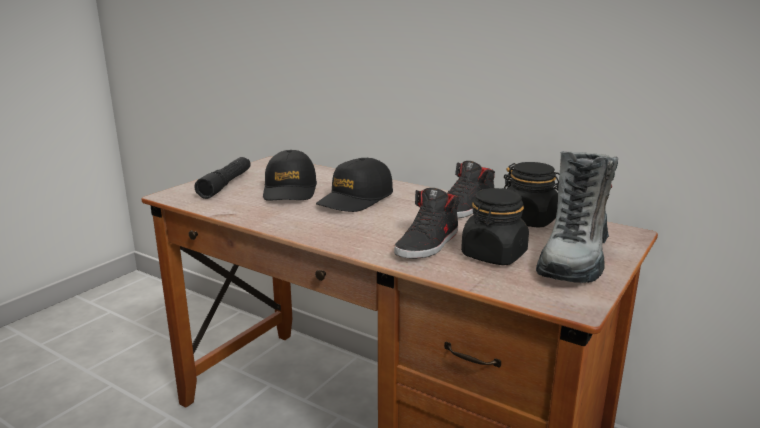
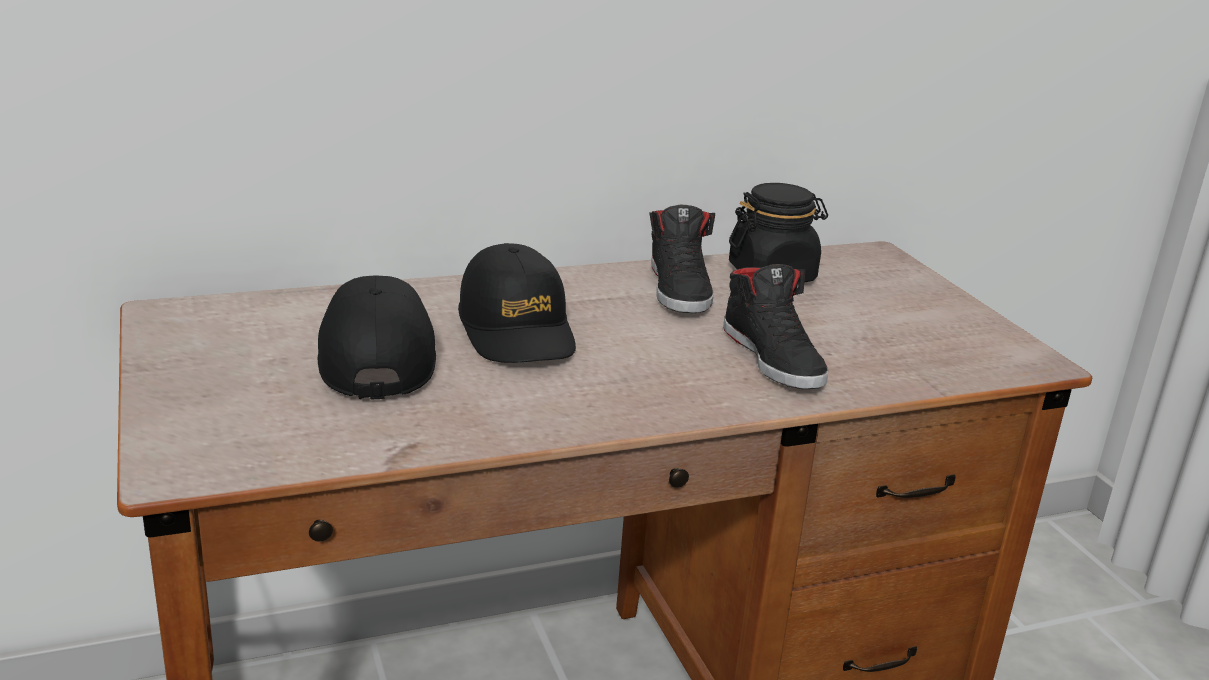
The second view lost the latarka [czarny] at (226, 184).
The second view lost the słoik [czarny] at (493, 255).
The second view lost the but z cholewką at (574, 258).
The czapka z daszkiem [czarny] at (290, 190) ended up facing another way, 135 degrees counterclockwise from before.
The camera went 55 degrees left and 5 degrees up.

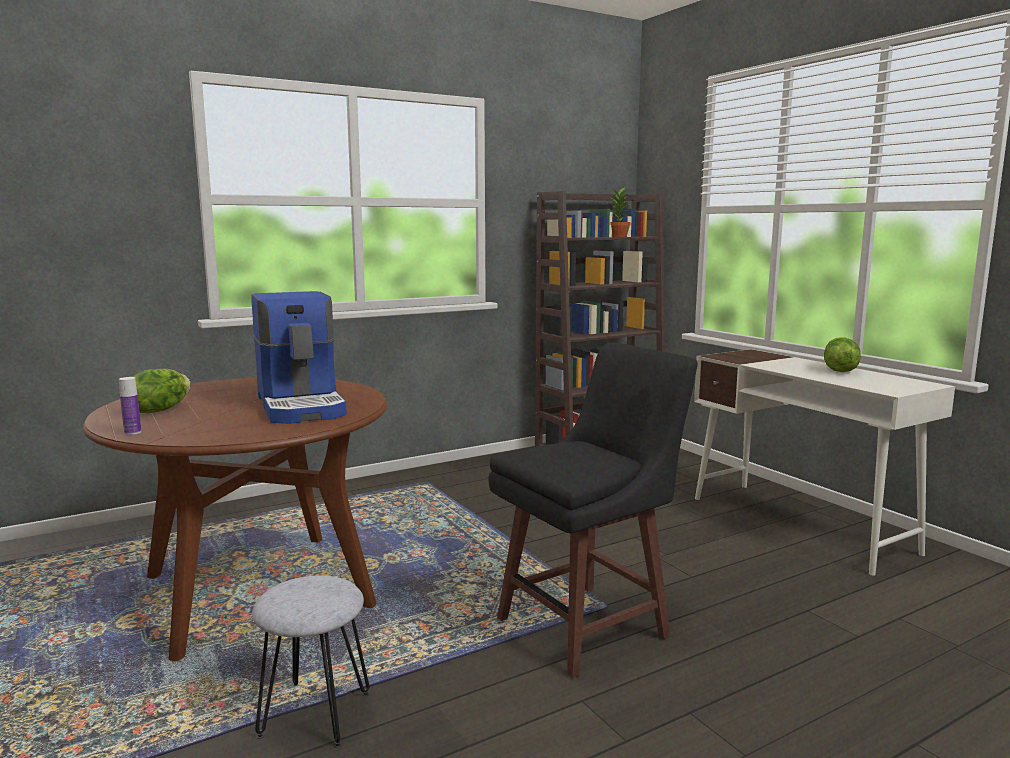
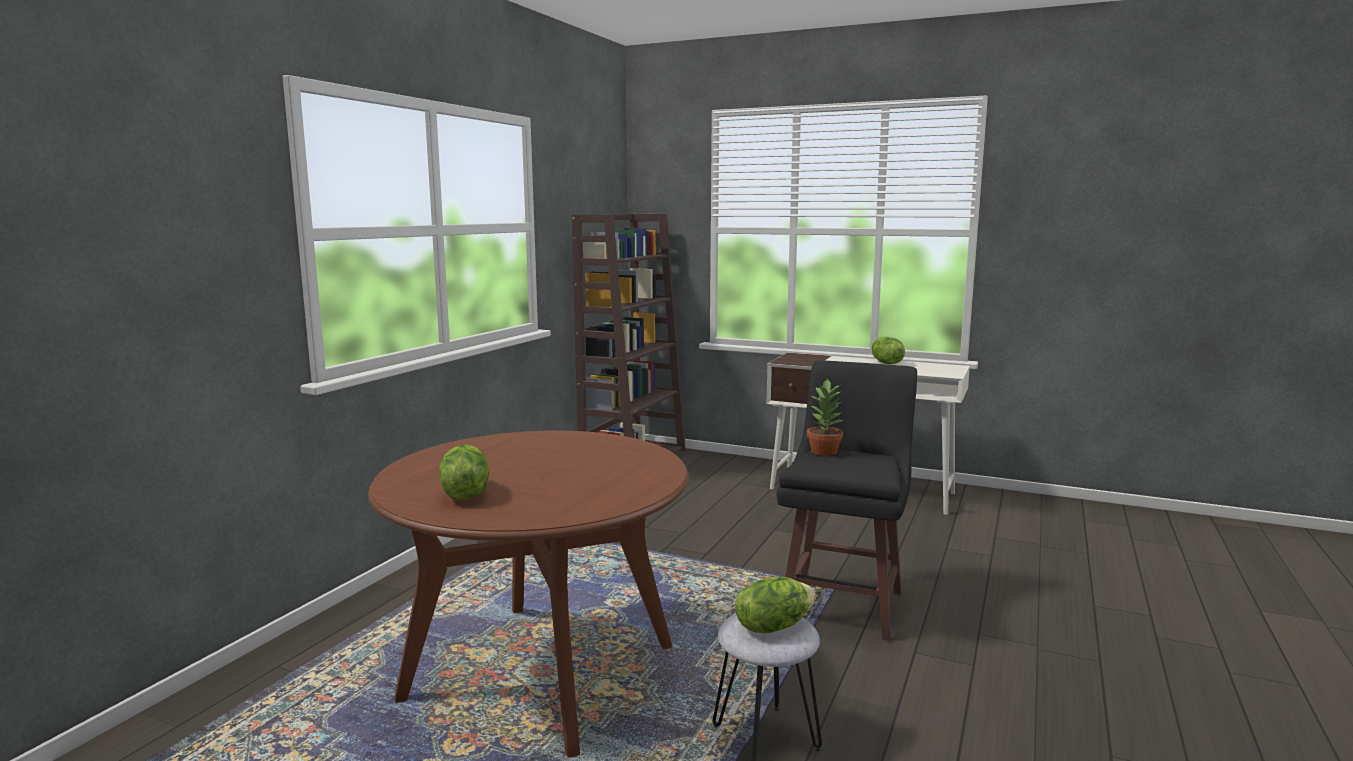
The second view lost the butelka at (132, 432).
The second view lost the ekspres do kawy at (302, 406).
The second view gained the sałata at (773, 626).
The roślina doniczkowa ended up elsewhere, having gone from (618, 236) to (824, 452).
The camera went 35 degrees left and 0 degrees up.

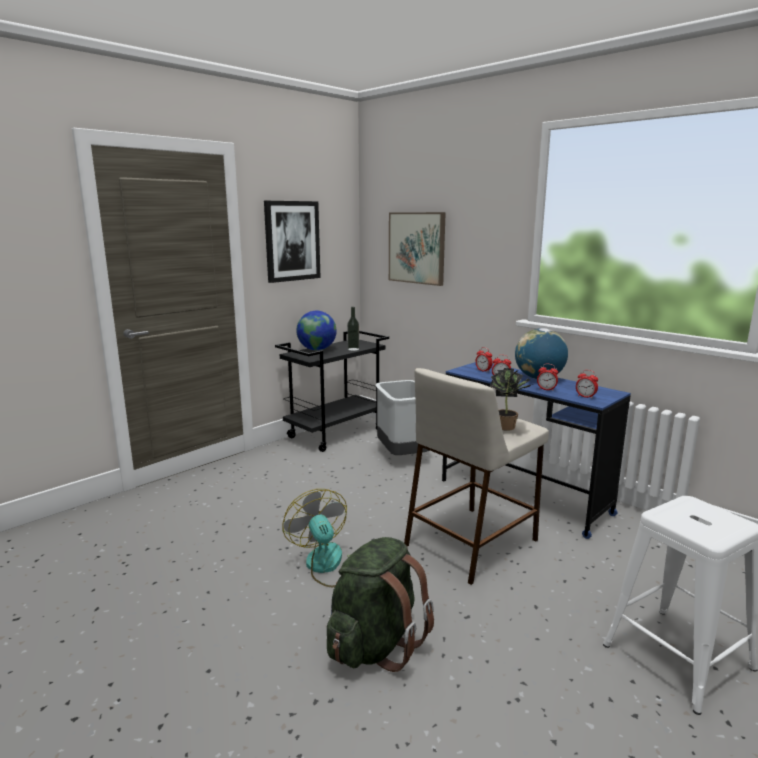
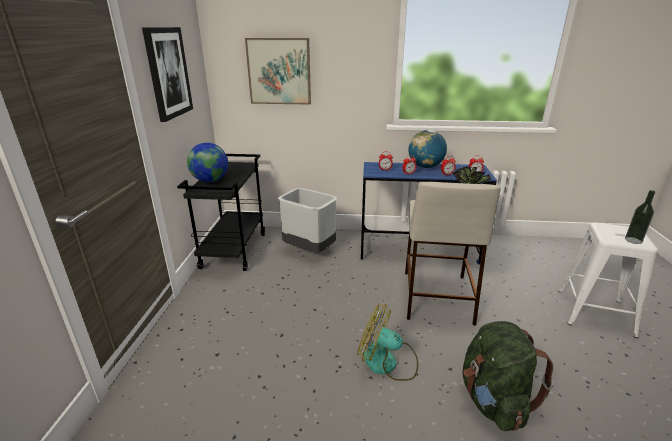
The butelka ended up elsewhere, having gone from (353, 349) to (633, 240).
The camera went 40 degrees left and 10 degrees up.

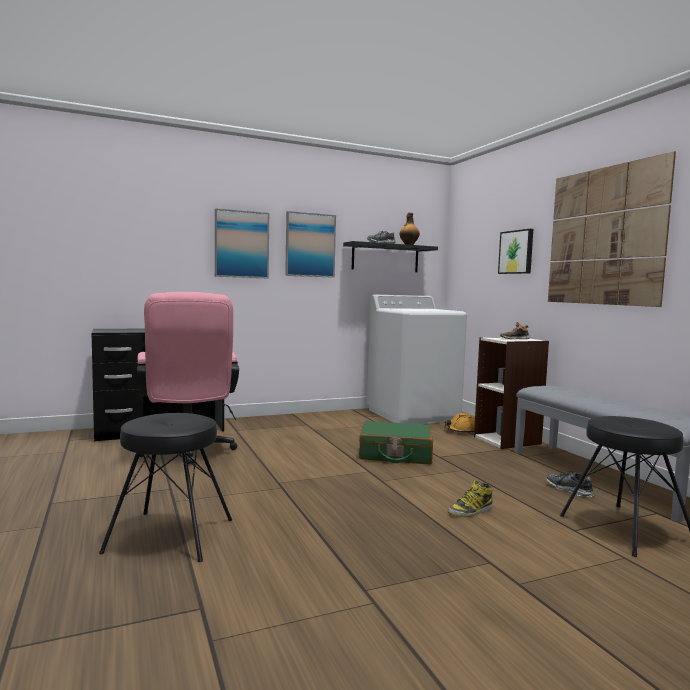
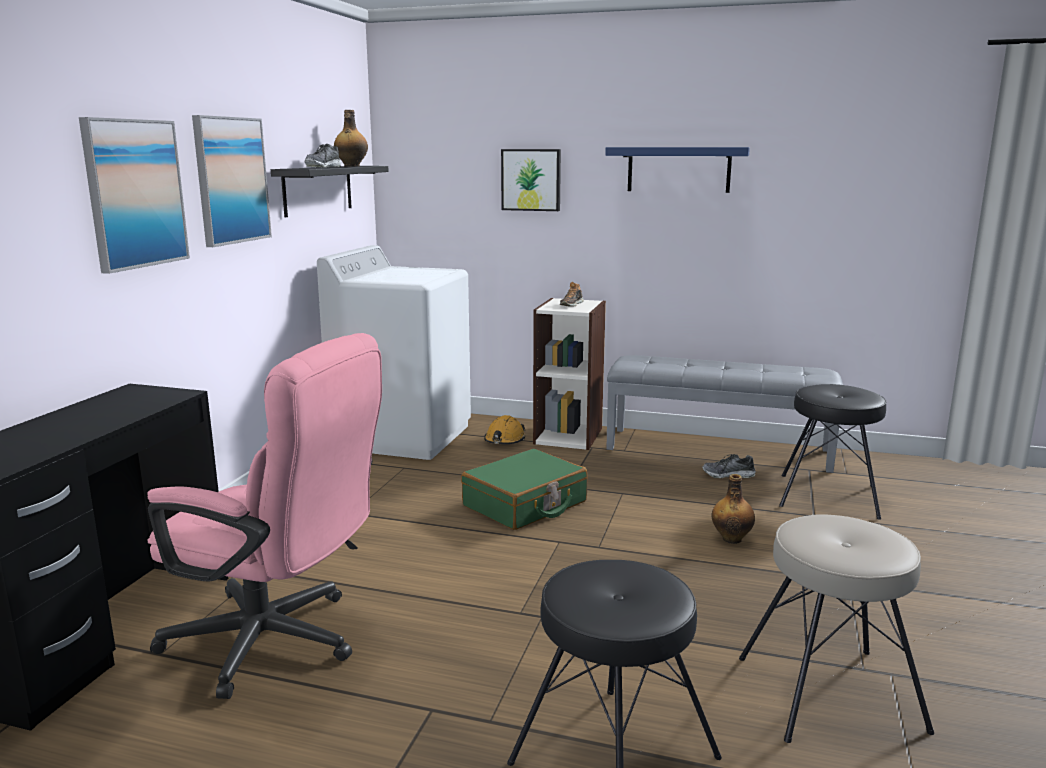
The second view gained the stołek [beżowy] at (828, 692).
Where the but z cholewką stood at (470, 511), the butelka came to stand at (731, 538).
Where the obraz hung at (604, 236), the półka [niebieski] came to hang at (678, 169).
The camera went 50 degrees left and 10 degrees up.

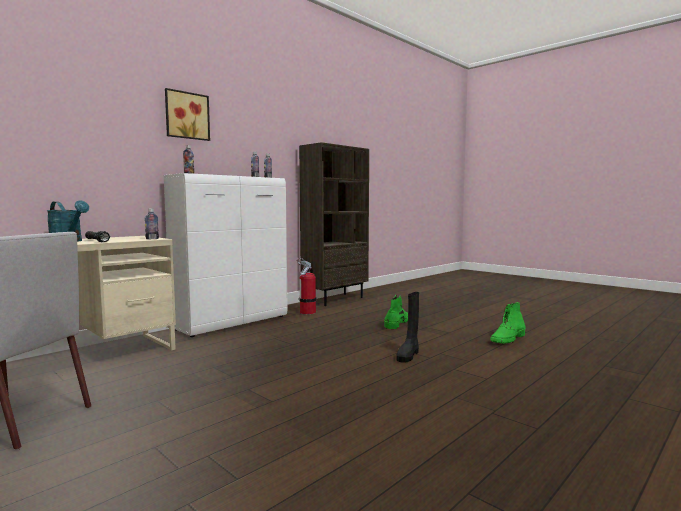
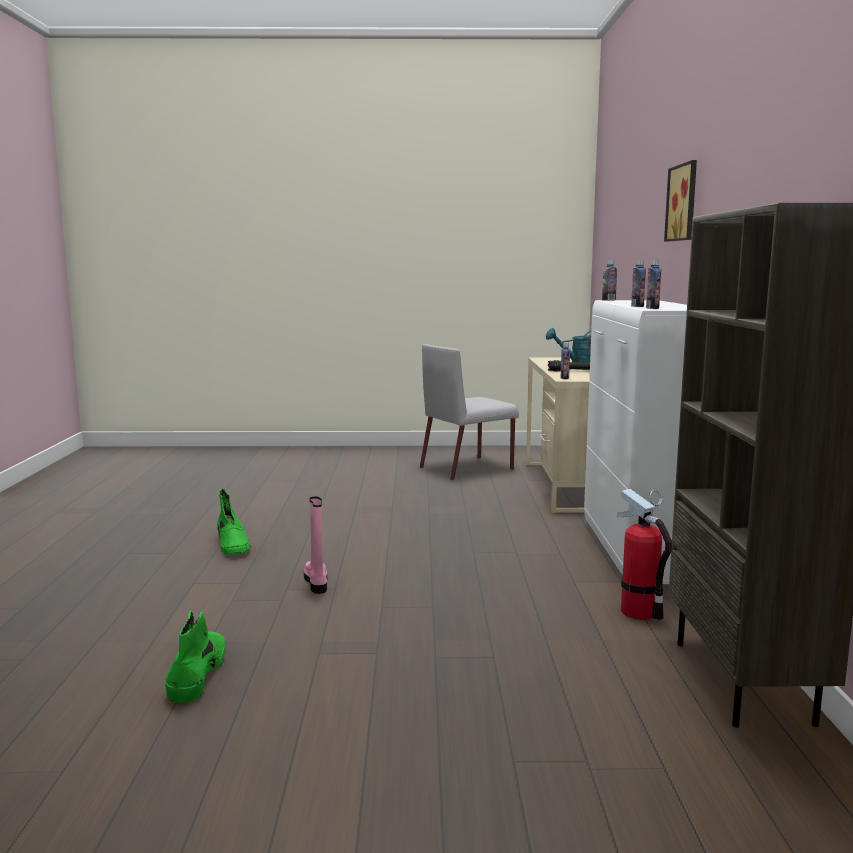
The but z cholewką [zielony] ended up elsewhere, having gone from (397, 323) to (233, 545).
What was the but z cholewką [czarny] at (408, 355) turned into the but z cholewką [różowy] at (317, 582).
The camera went 135 degrees right and 5 degrees up.

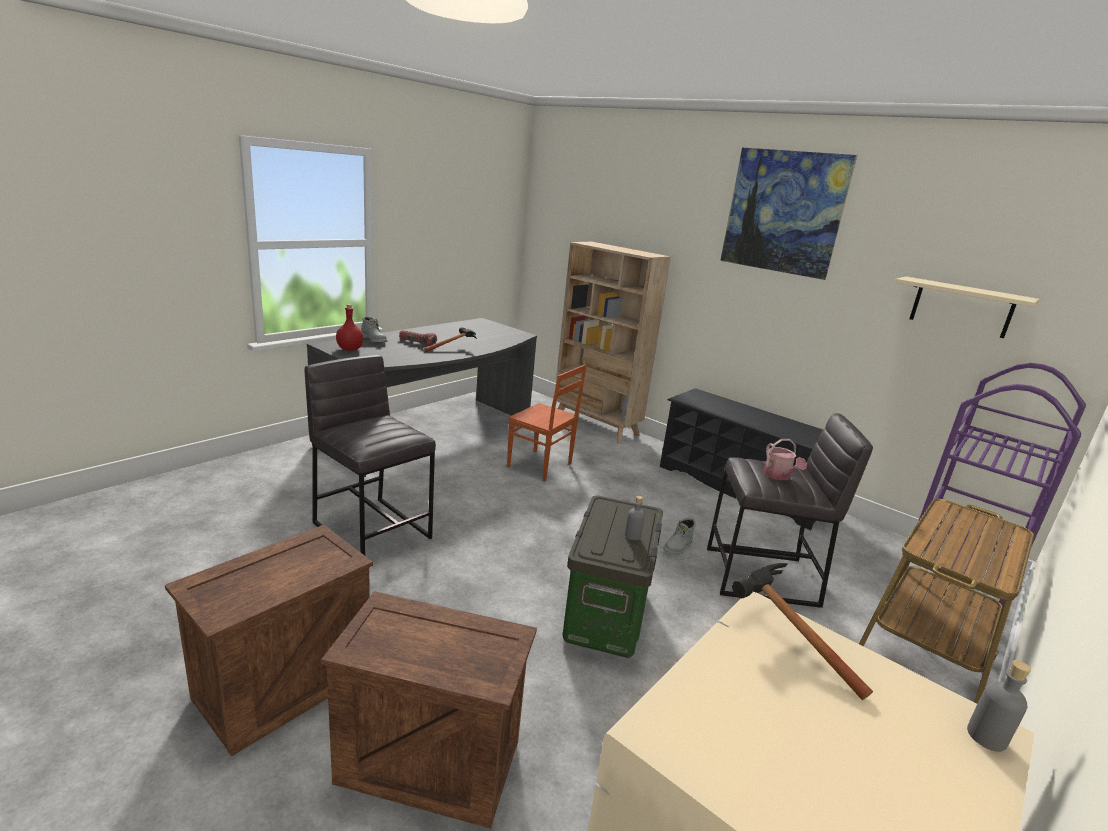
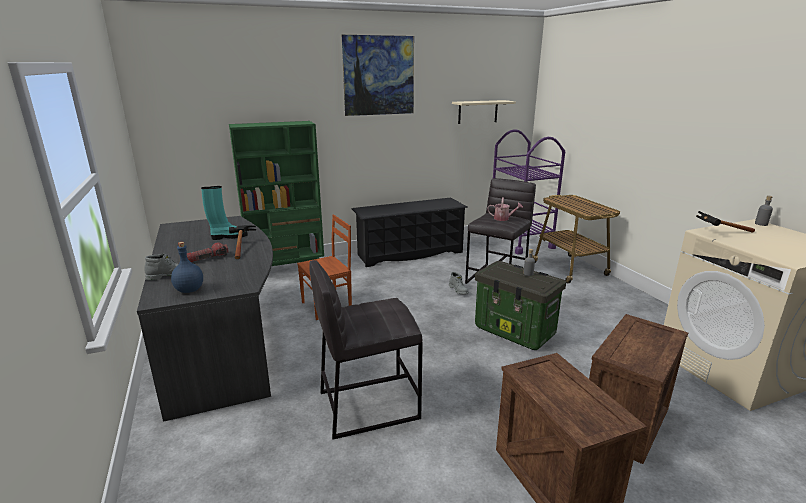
The second view gained the but z cholewką [turkusowy] at (228, 237).
What was the butelka [czerwony] at (350, 349) turned into the butelka [niebieski] at (190, 290).
What was the regał [beżowy] at (596, 426) turned into the regał [zielony] at (287, 269).
The camera went 60 degrees left and 0 degrees up.

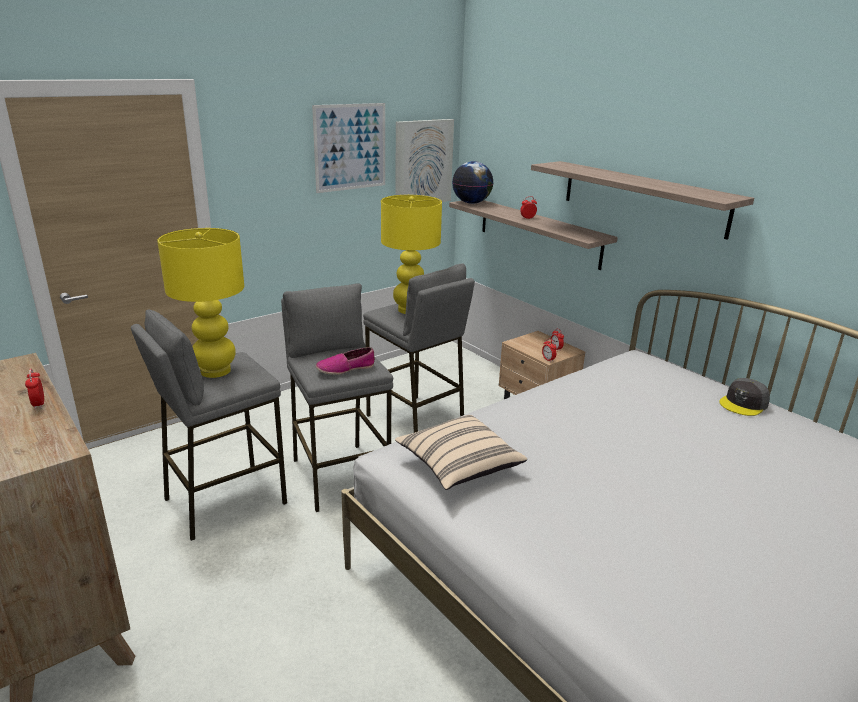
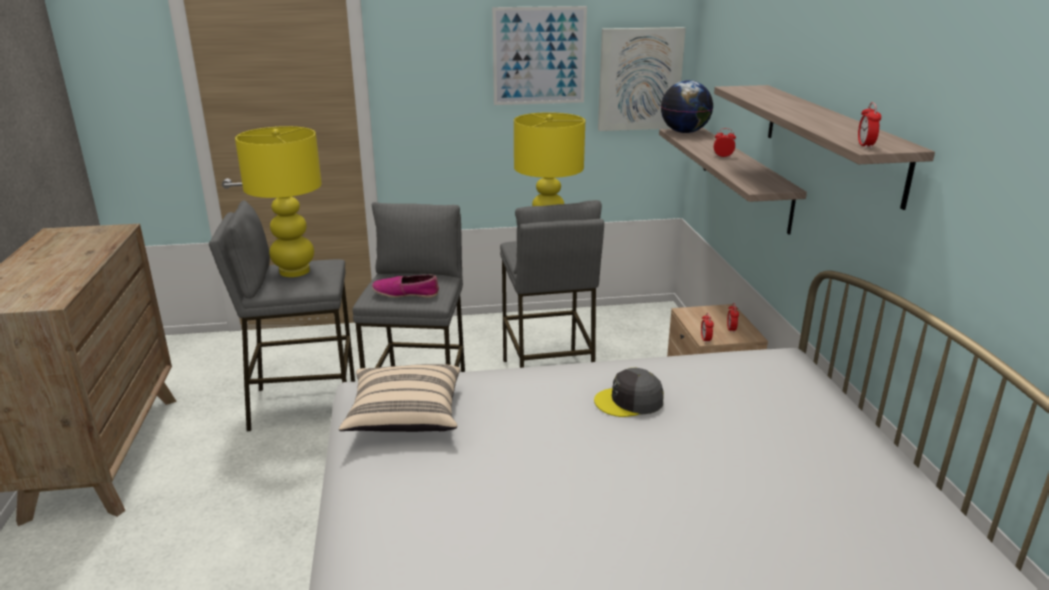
The budzik ended up elsewhere, having gone from (39, 404) to (865, 146).
The czapka z daszkiem [szary] ended up elsewhere, having gone from (744, 404) to (629, 401).
The camera went 30 degrees right and 0 degrees up.

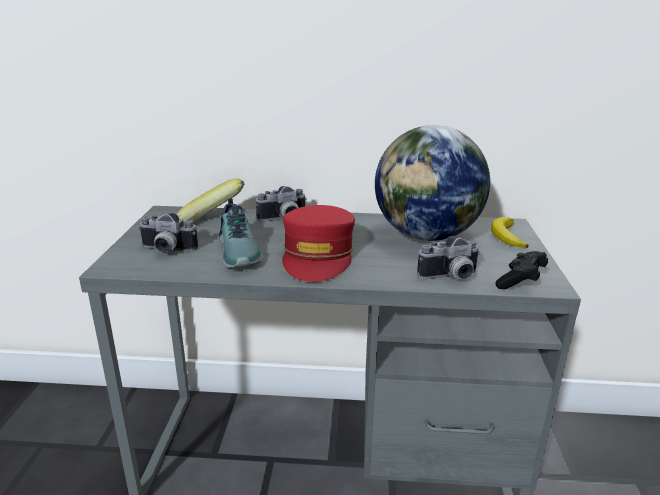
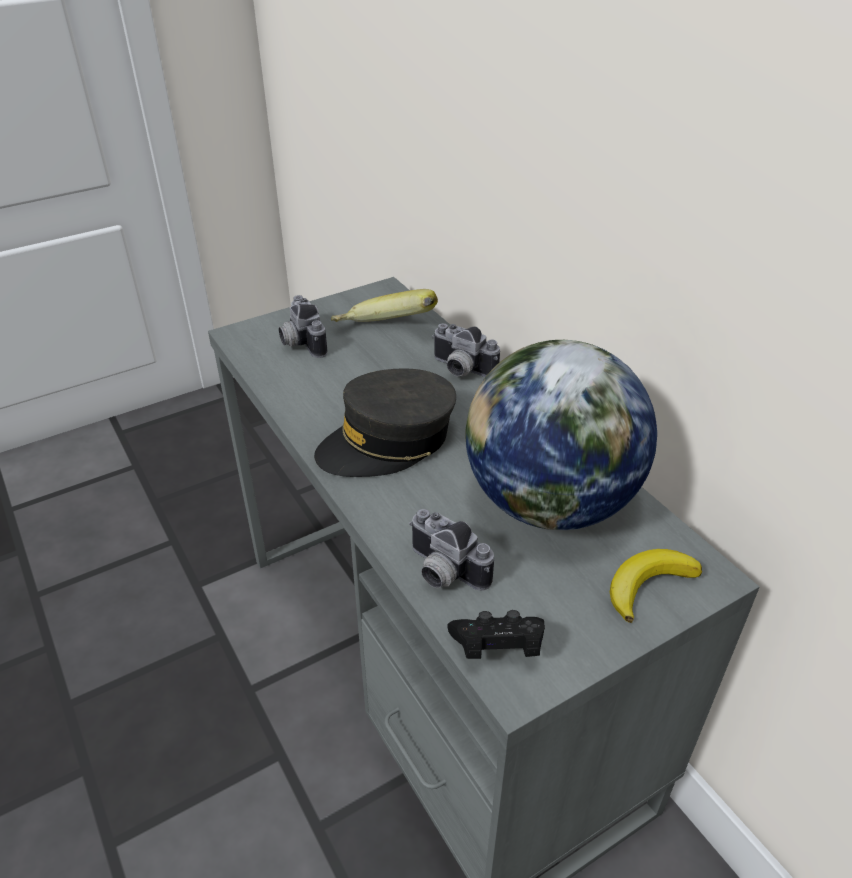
The second view lost the but at (240, 251).
What was the czapka z daszkiem [czerwony] at (318, 256) turned into the czapka z daszkiem [szary] at (388, 441).
The camera went 55 degrees right and 15 degrees up.

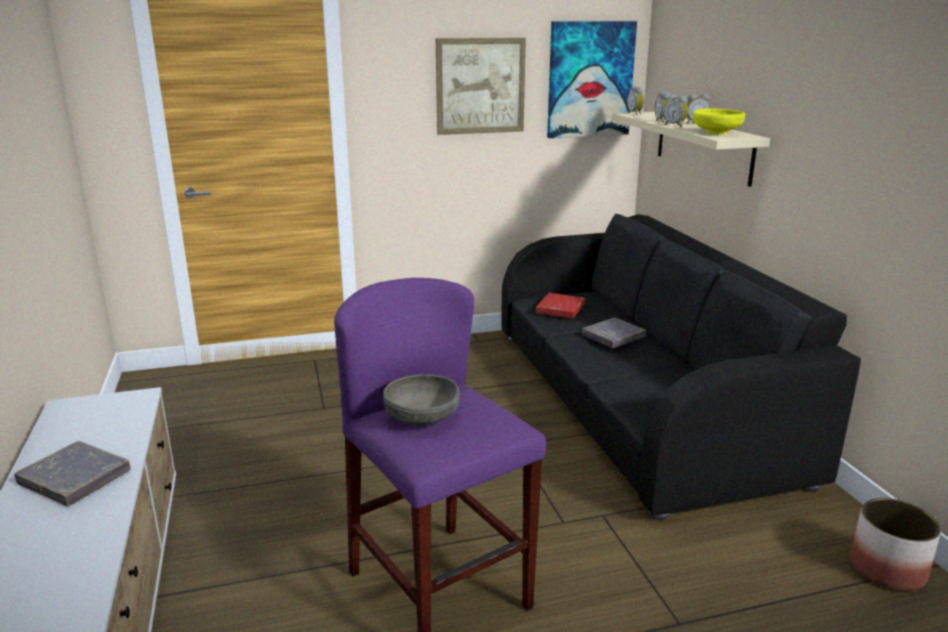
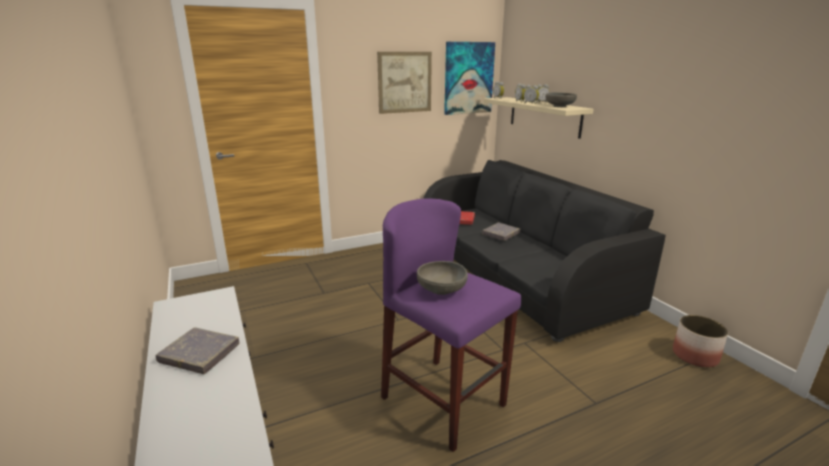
What was the miska [żółty] at (716, 132) turned into the miska [szary] at (559, 106).
The camera went 10 degrees left and 0 degrees up.

